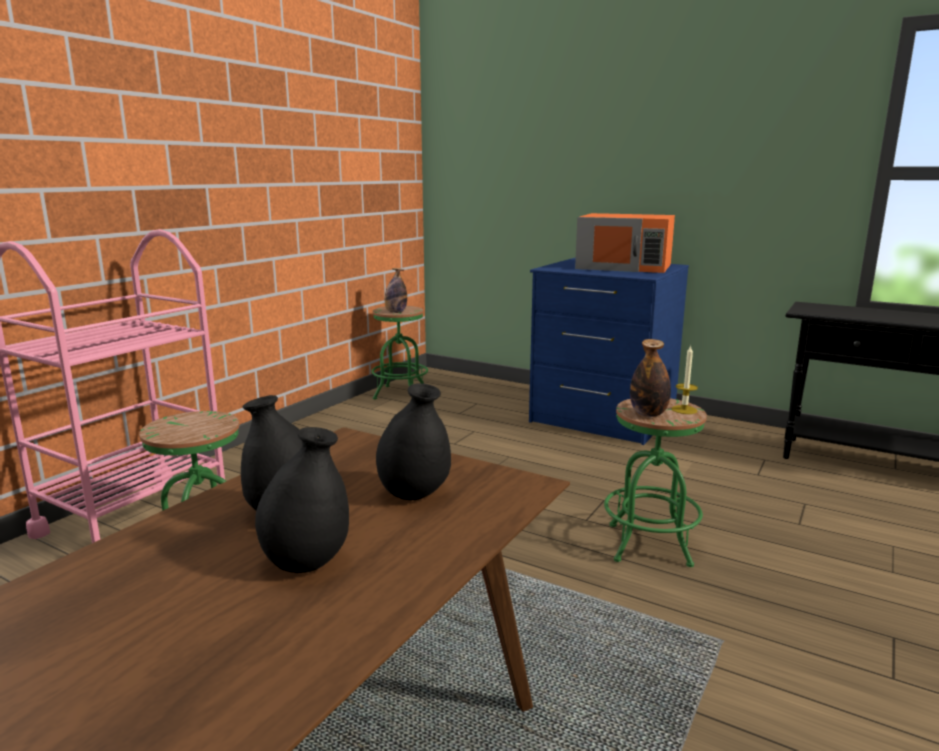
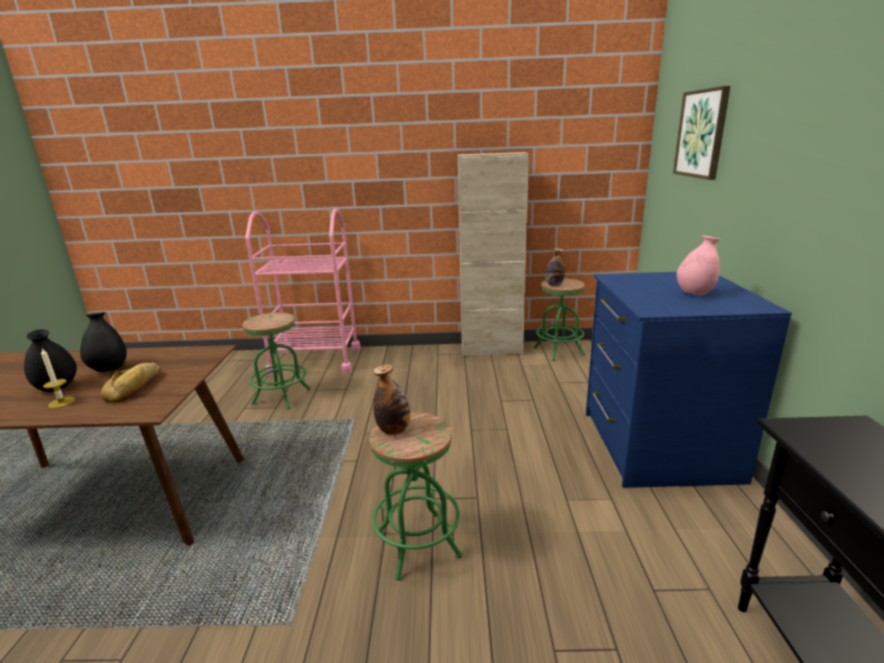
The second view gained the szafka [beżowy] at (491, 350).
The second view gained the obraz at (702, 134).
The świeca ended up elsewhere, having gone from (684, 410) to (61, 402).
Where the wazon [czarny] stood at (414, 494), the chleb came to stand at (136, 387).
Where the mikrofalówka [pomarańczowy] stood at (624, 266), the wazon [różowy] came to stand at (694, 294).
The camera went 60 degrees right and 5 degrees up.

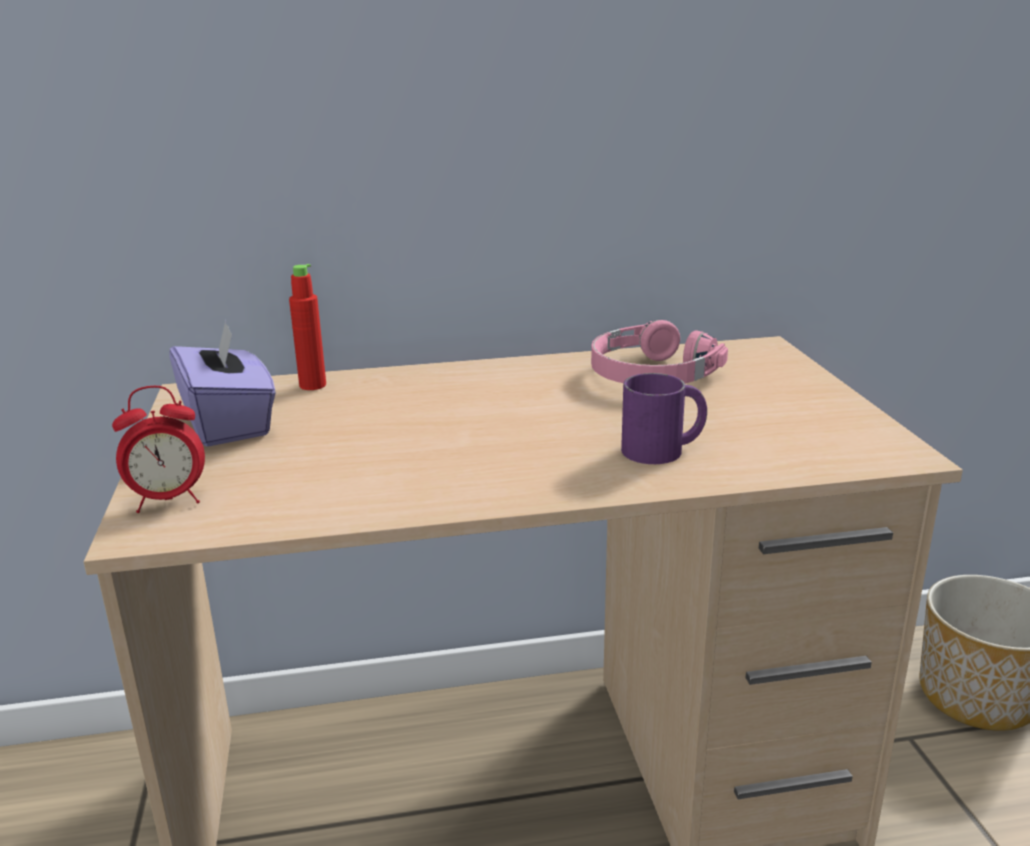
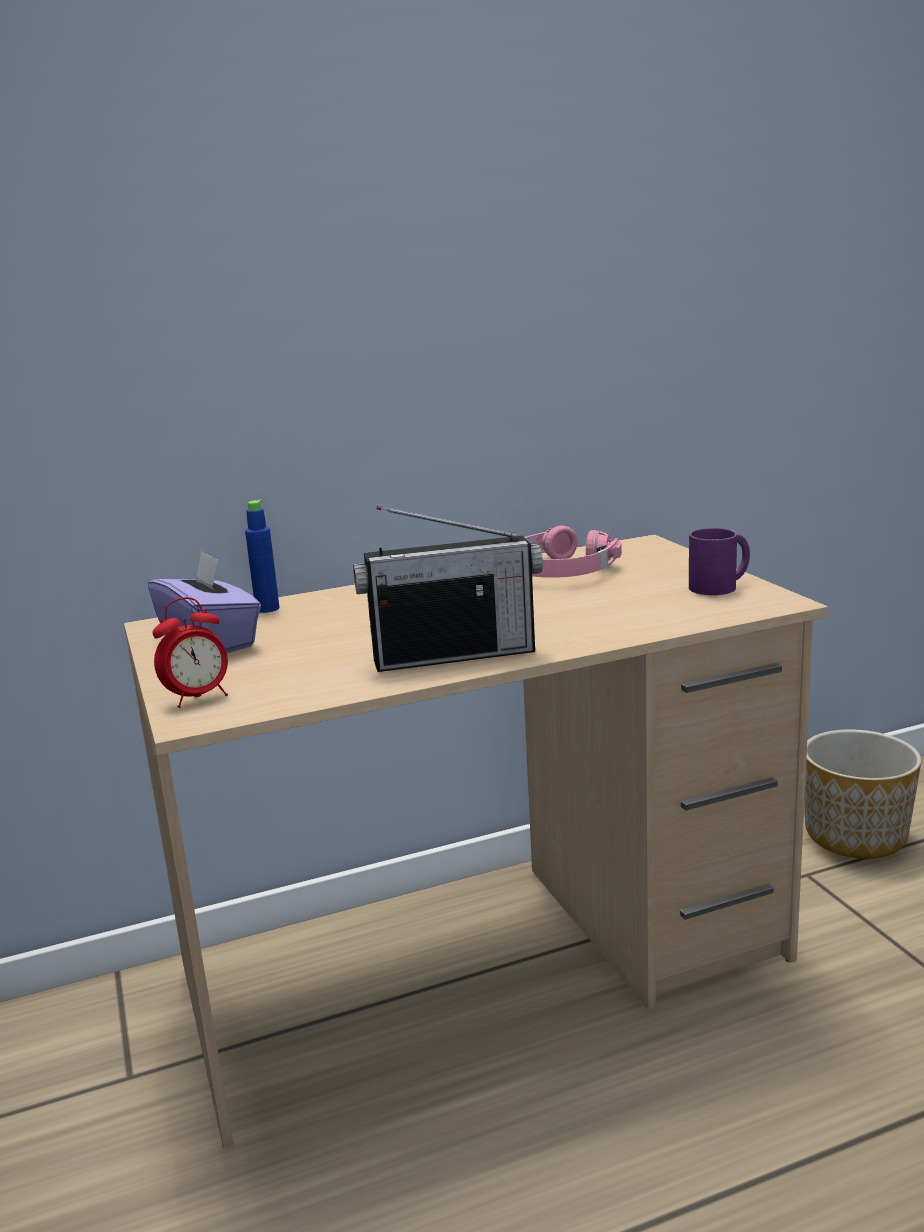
The second view gained the radio at (453, 655).
The kubek [fioletowy] ended up elsewhere, having gone from (664, 449) to (720, 586).
What was the butelka [czerwony] at (313, 385) turned into the butelka [niebieski] at (267, 609).
The camera went 10 degrees left and 5 degrees down.

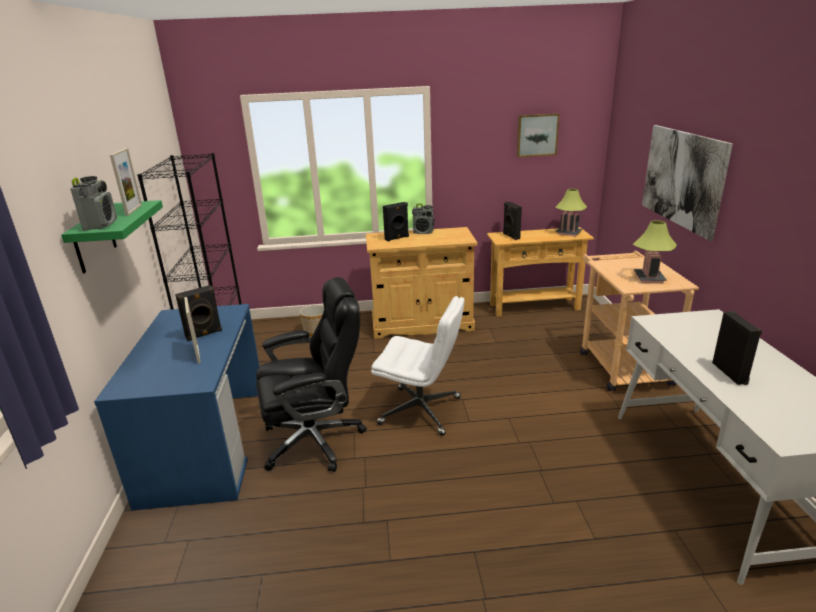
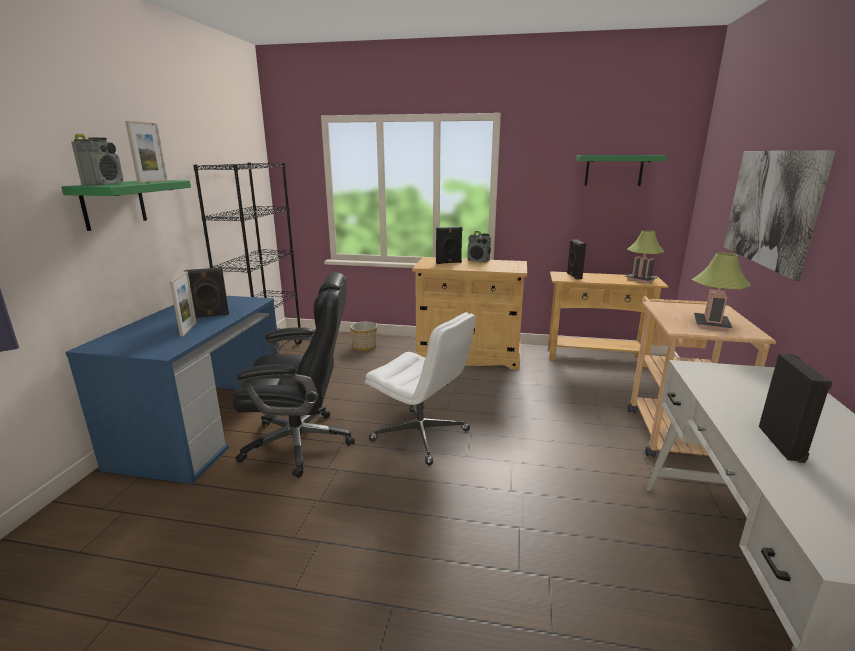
Where the obraz hung at (536, 135), the półka [zielony] came to hang at (613, 170).
The camera went 15 degrees right and 5 degrees down.

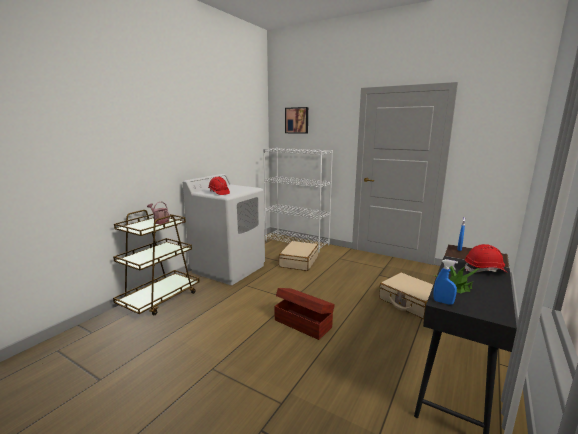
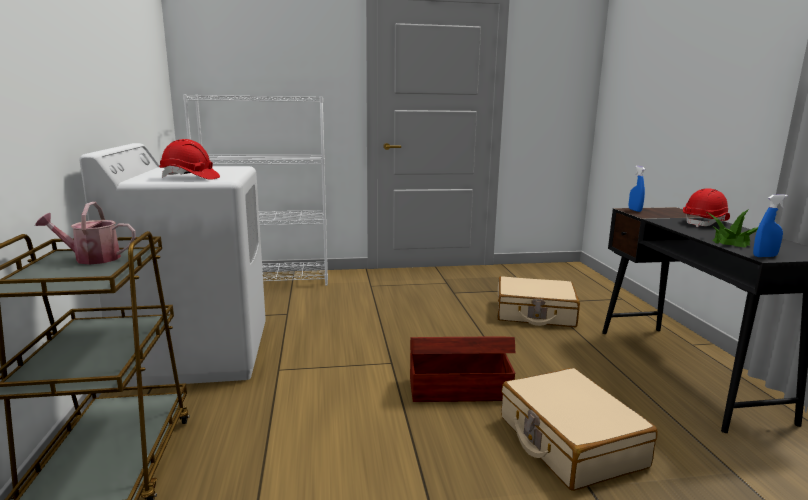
The second view lost the obraz at (297, 120).
The walizka [beżowy] ended up elsewhere, having gone from (298, 261) to (569, 441).
The camera went 40 degrees left and 0 degrees up.

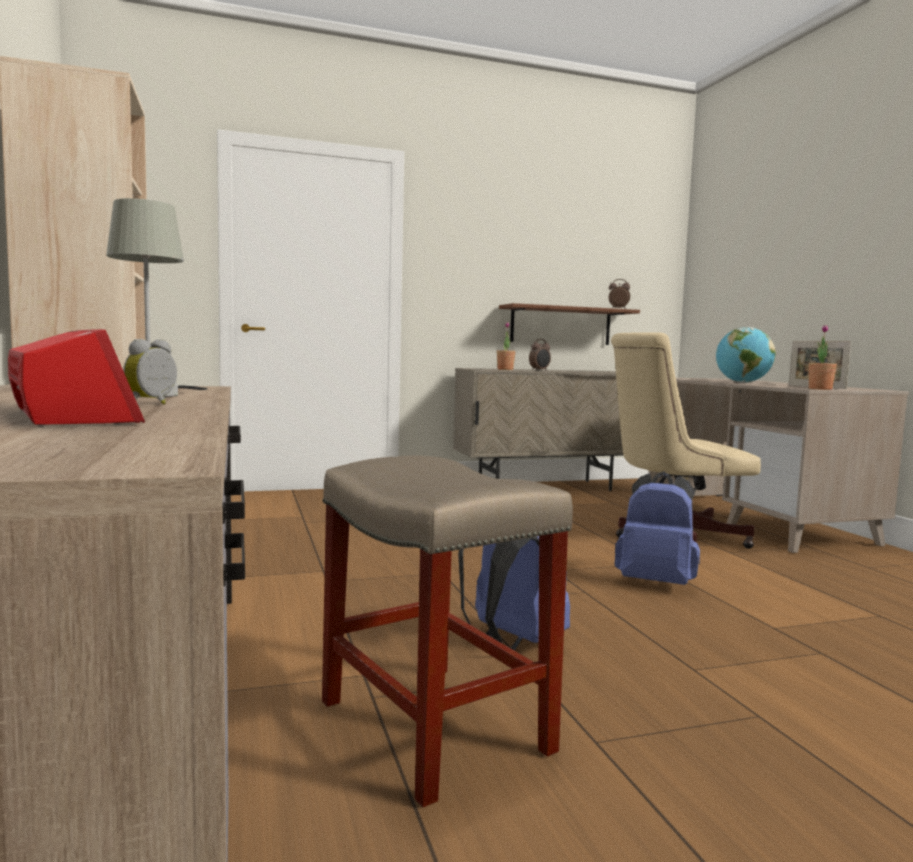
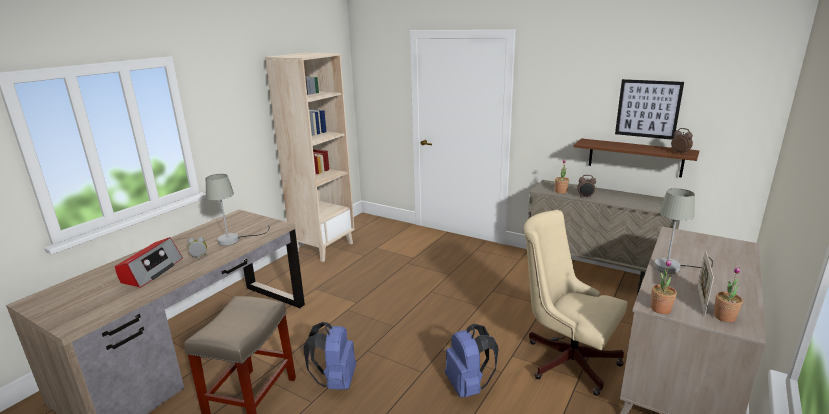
The second view gained the obraz at (648, 109).
The second view gained the roślina doniczkowa at (724, 317).
Where the globus stood at (742, 382), the lampa stołowa [szary] came to stand at (674, 267).
The camera went 50 degrees right and 15 degrees up.

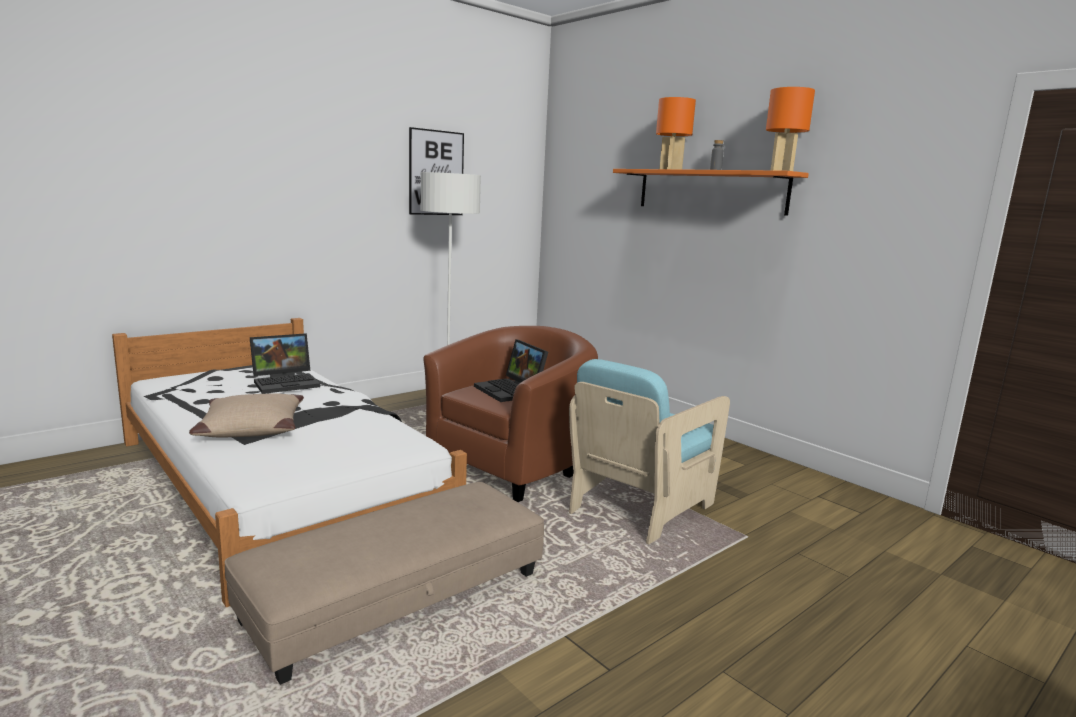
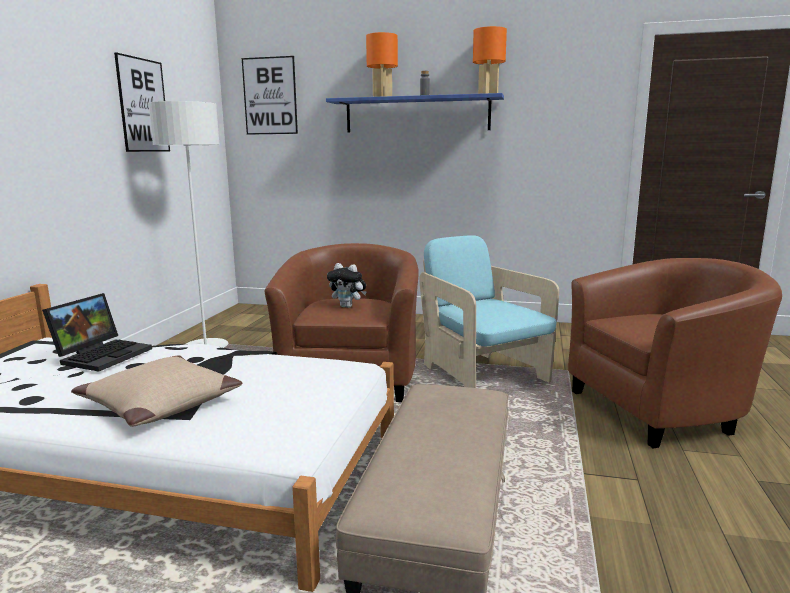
The second view gained the obraz at (270, 96).
The second view gained the fotel [brązowy] at (661, 409).
Where the laptop stood at (511, 391), the pluszak came to stand at (348, 306).
What was the półka [pomarańczowy] at (709, 191) turned into the półka [niebieski] at (417, 114).
The fotel [turkusowy] at (639, 506) ended up facing another way, 150 degrees clockwise from before.
The camera went 35 degrees left and 0 degrees up.

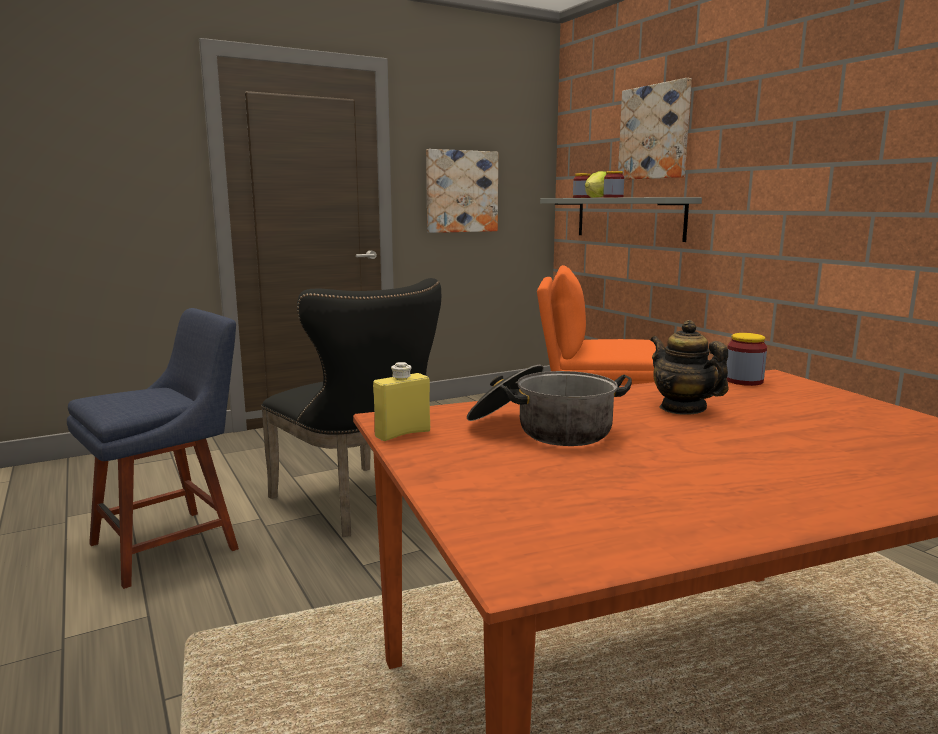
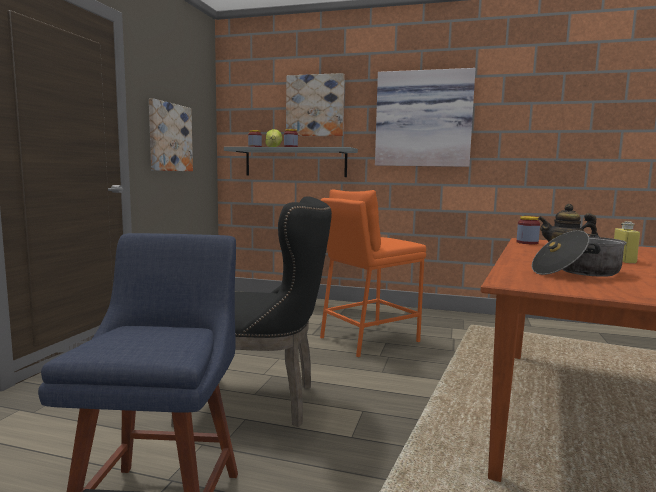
The second view gained the obraz at (423, 119).
The butelka [żółty] ended up elsewhere, having gone from (402, 434) to (623, 260).
The camera went 45 degrees left and 5 degrees down.

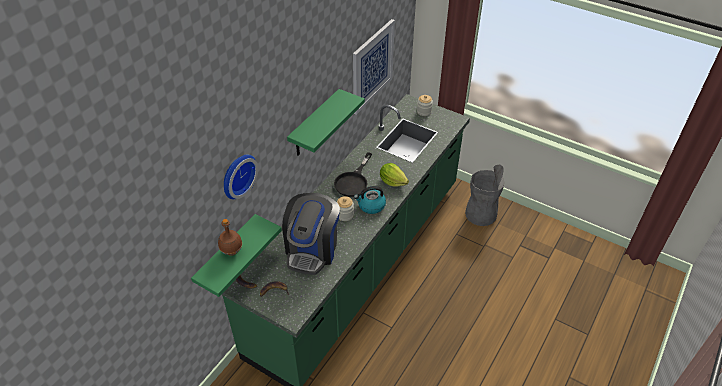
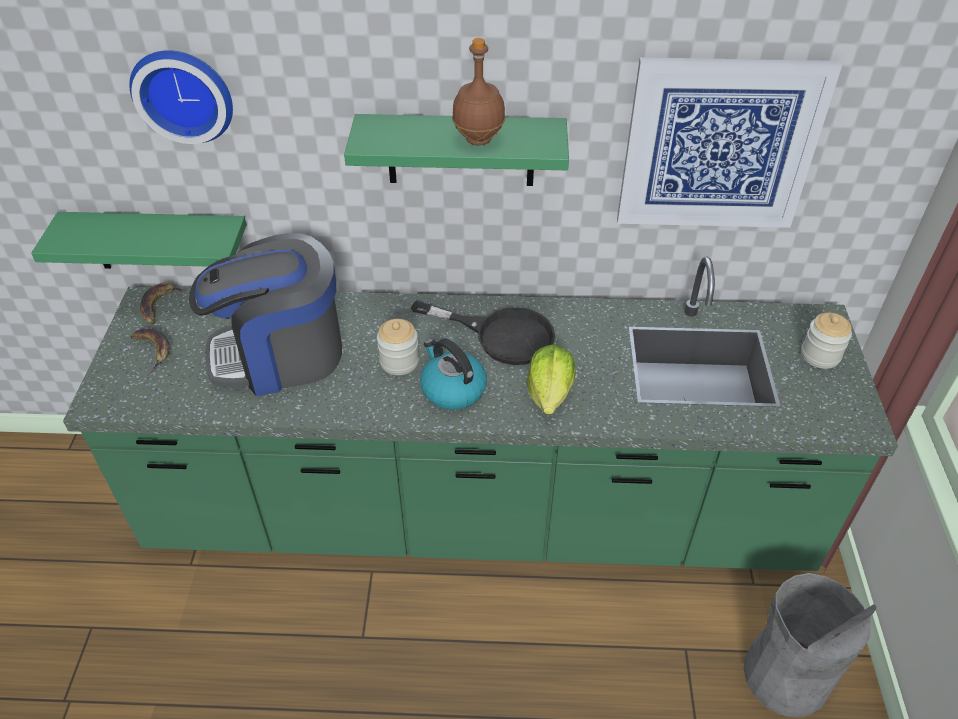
The butelka [brązowy] ended up elsewhere, having gone from (232, 252) to (478, 140).
The patelnia [czarny] at (353, 181) ended up facing another way, 150 degrees counterclockwise from before.
The camera went 60 degrees right and 0 degrees up.

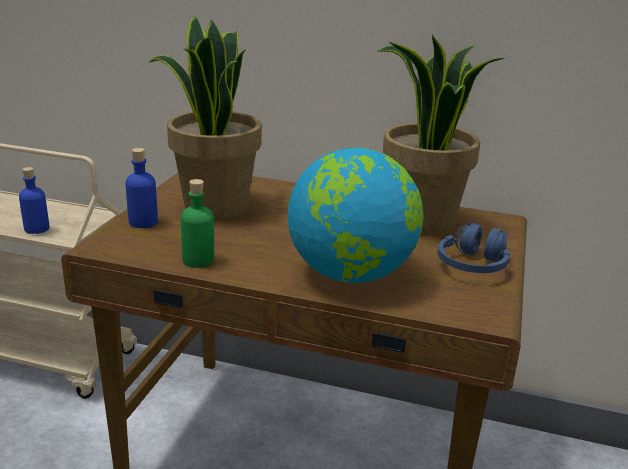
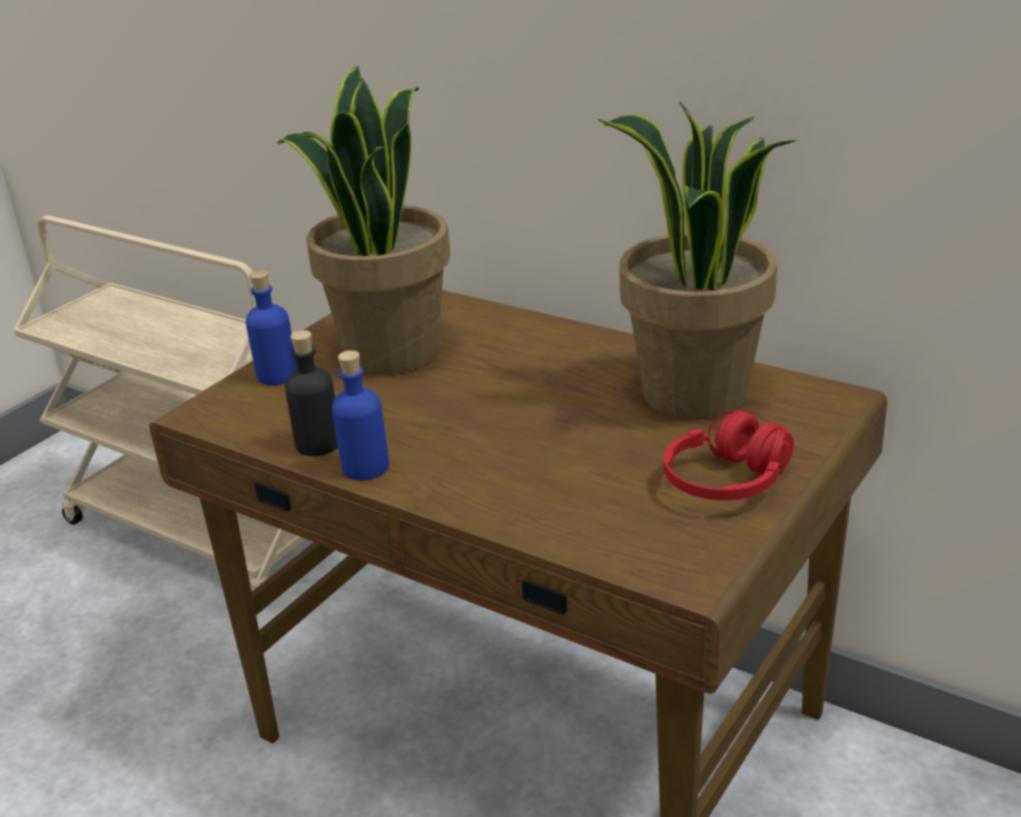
The second view lost the globus at (351, 274).
The butelka [niebieski] ended up elsewhere, having gone from (36, 228) to (365, 467).
What was the butelka [zielony] at (198, 260) turned into the butelka [czarny] at (318, 444).
What was the słuchawki [niebieski] at (473, 265) turned into the słuchawki [czerwony] at (727, 481).
The camera went 20 degrees right and 5 degrees up.

